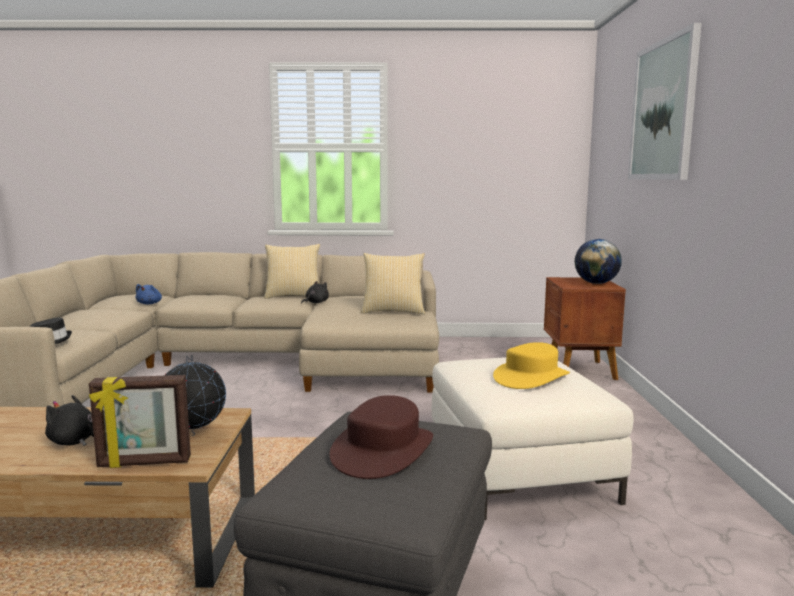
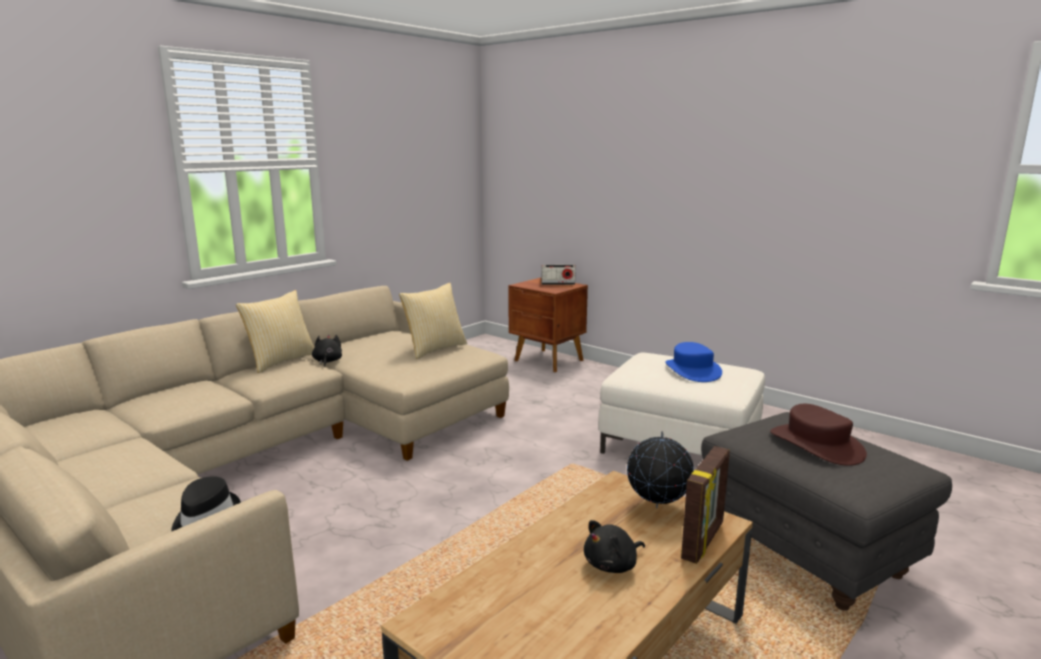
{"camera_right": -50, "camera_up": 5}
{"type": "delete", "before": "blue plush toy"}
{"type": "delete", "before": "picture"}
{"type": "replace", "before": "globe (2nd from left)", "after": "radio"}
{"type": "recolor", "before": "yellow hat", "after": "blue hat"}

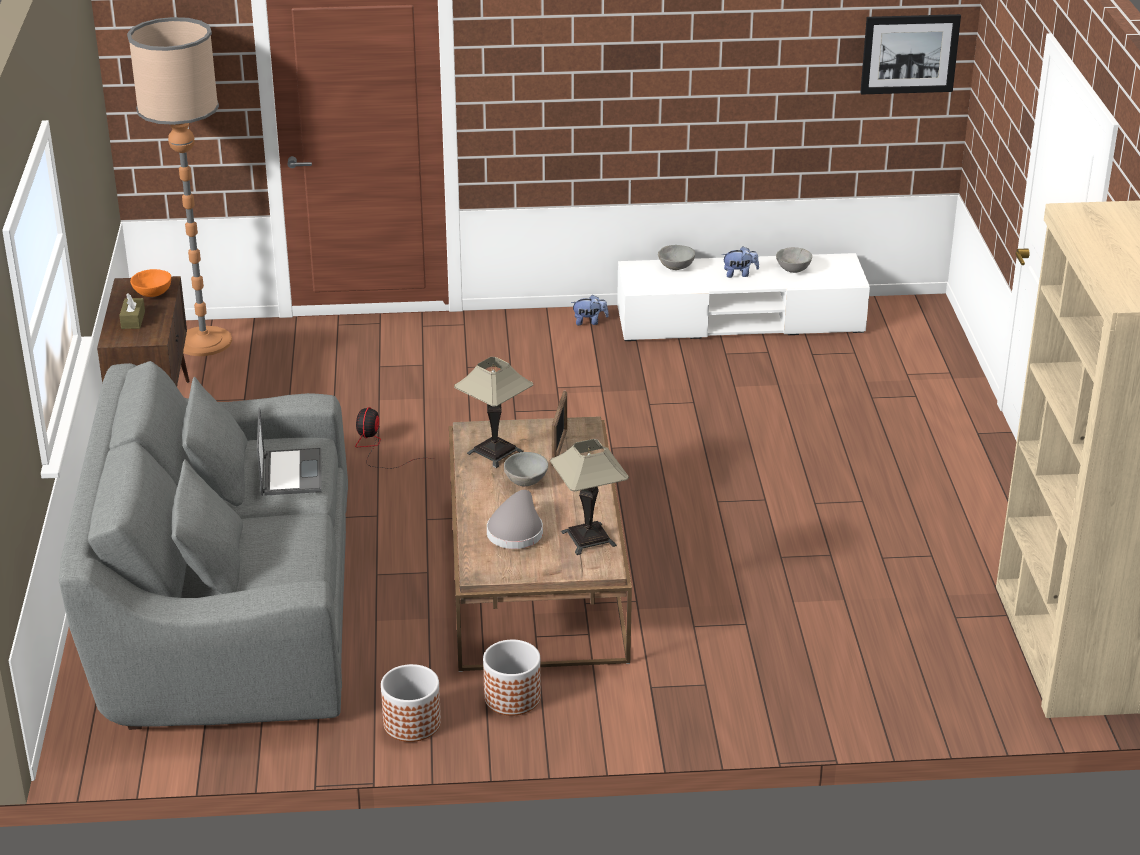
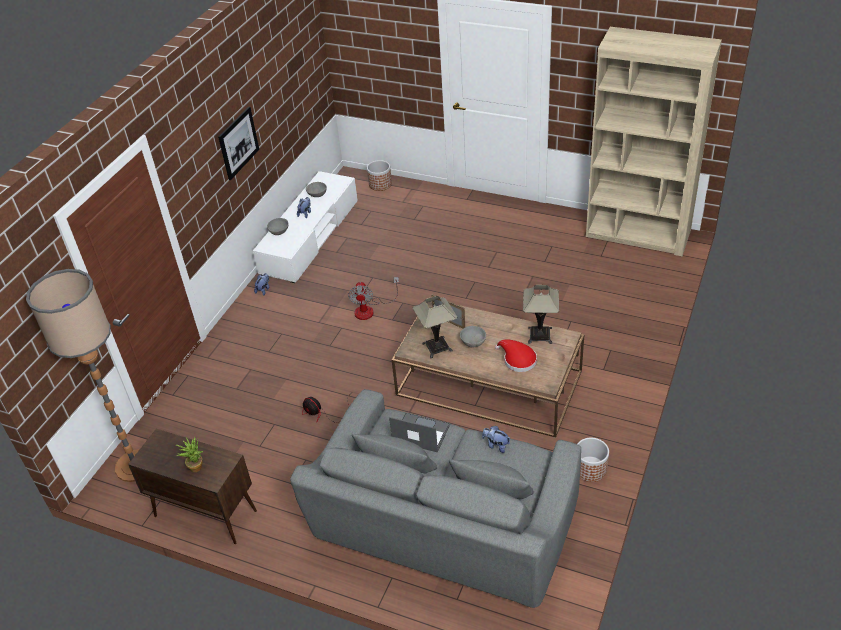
{"camera_right": -60, "camera_up": 10}
{"type": "delete", "before": "orange bowl"}
{"type": "insert", "after": "fan (2nd from left)"}
{"type": "insert", "after": "plush toy (3rd from left)"}
{"type": "move", "before": "planter (2nd from left in the first image)", "after": "planter (1st from left)"}
{"type": "move", "before": "picture"}
{"type": "replace", "before": "brown tissue box", "after": "potted plant"}
{"type": "recolor", "before": "grey hat", "after": "red hat"}

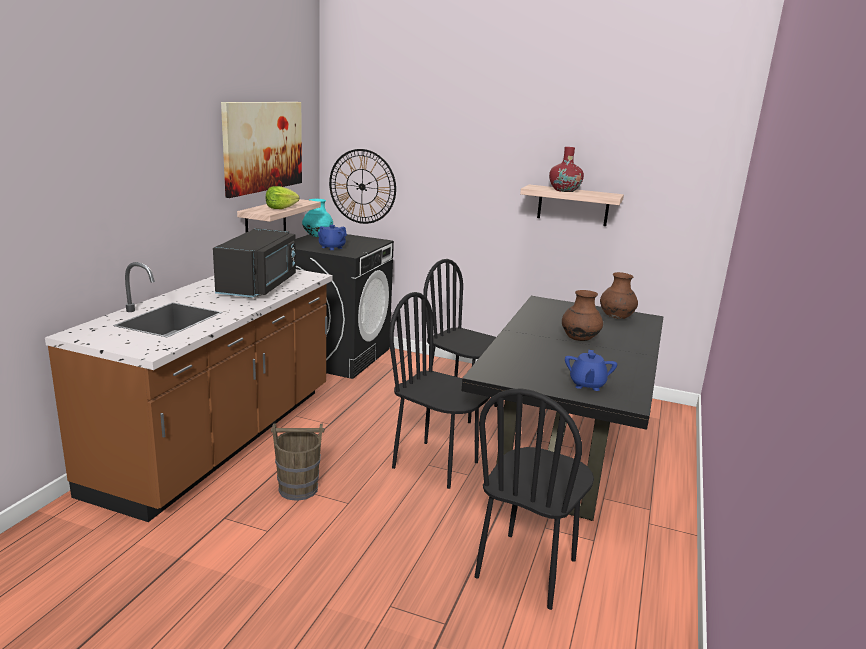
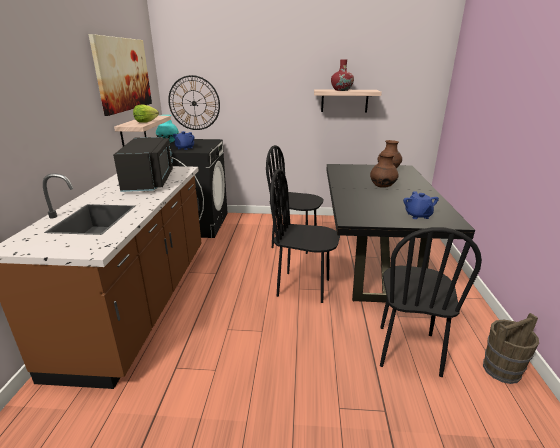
{"camera_right": -15, "camera_up": 5}
{"type": "move", "before": "brown bucket"}

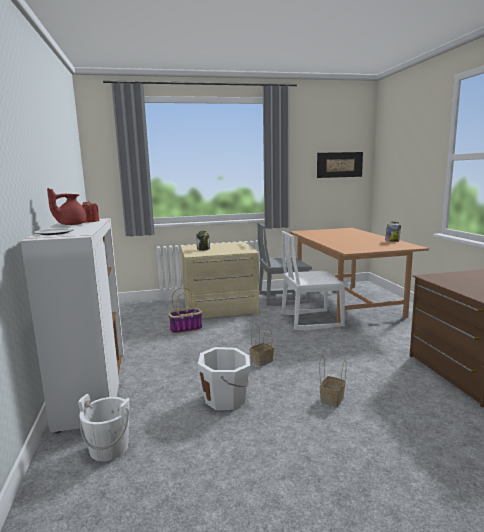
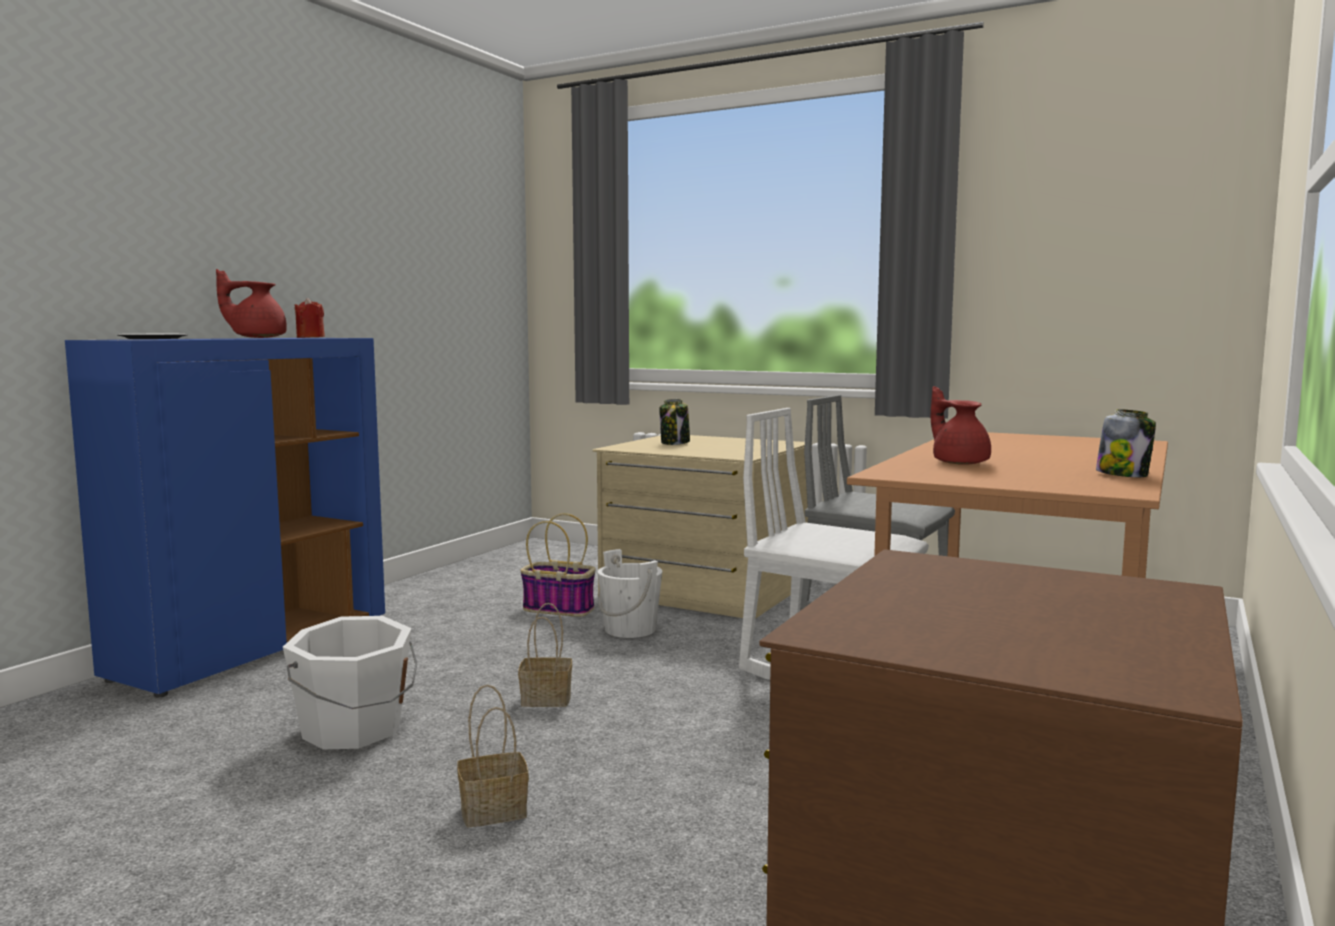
{"camera_right": 40, "camera_up": -5}
{"type": "delete", "before": "picture"}
{"type": "insert", "after": "red teapot (2nd from left)"}
{"type": "move", "before": "white bucket (1st from left in the first image)", "after": "white bucket (2nd from left)"}
{"type": "recolor", "before": "white cabinet", "after": "blue cabinet"}

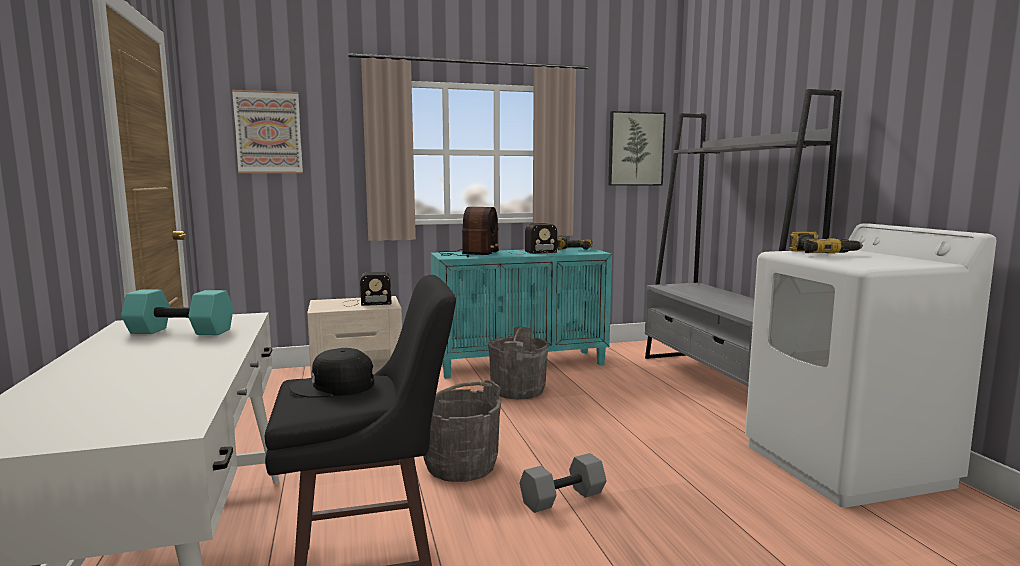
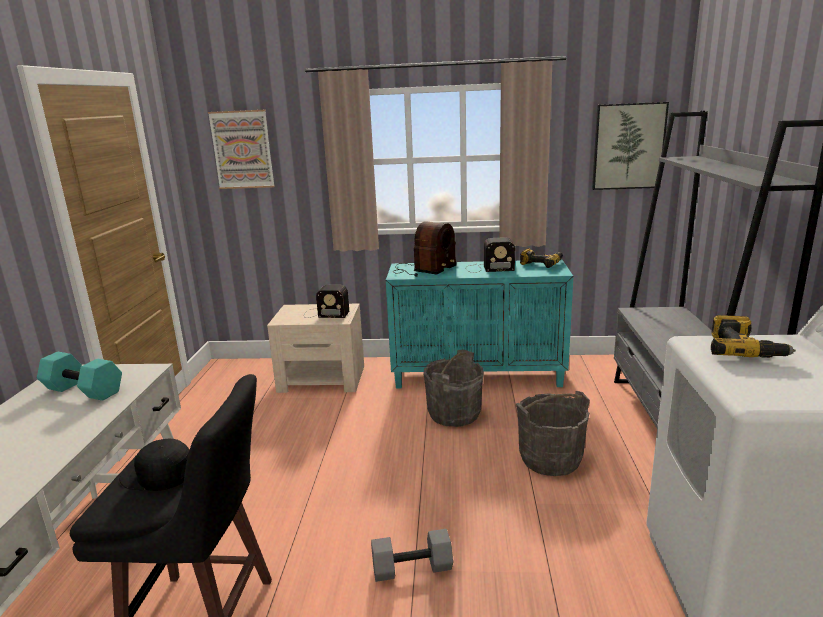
{"camera_right": 20, "camera_up": 10}
{"type": "move", "before": "grey bucket (1st from left in the first image)", "after": "grey bucket (2nd from left)"}

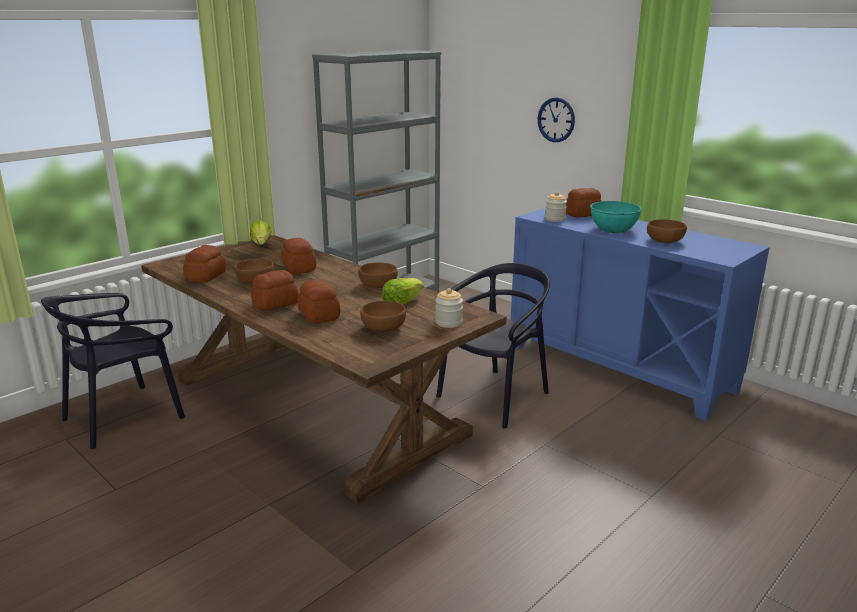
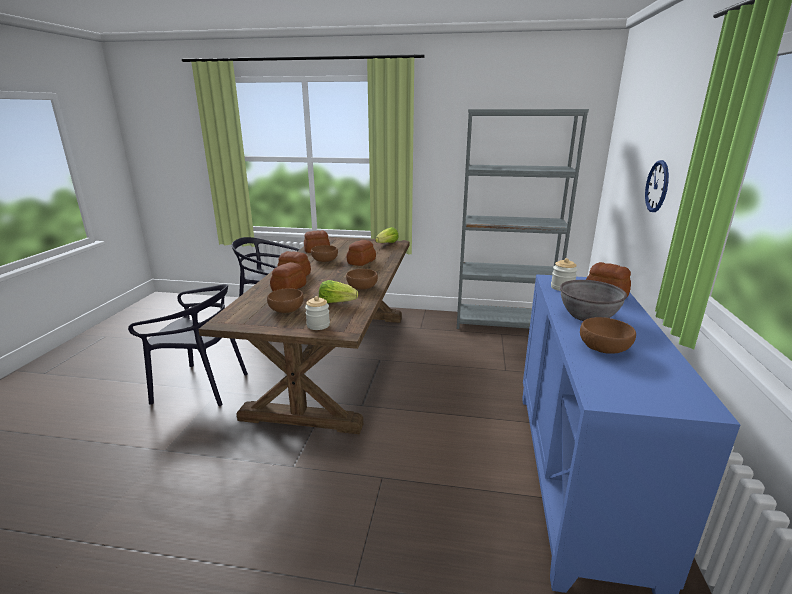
{"camera_right": 55, "camera_up": 0}
{"type": "move", "before": "black chair (2nd from left in the first image)", "after": "black chair (1st from left)"}
{"type": "recolor", "before": "turquoise bowl", "after": "grey bowl"}

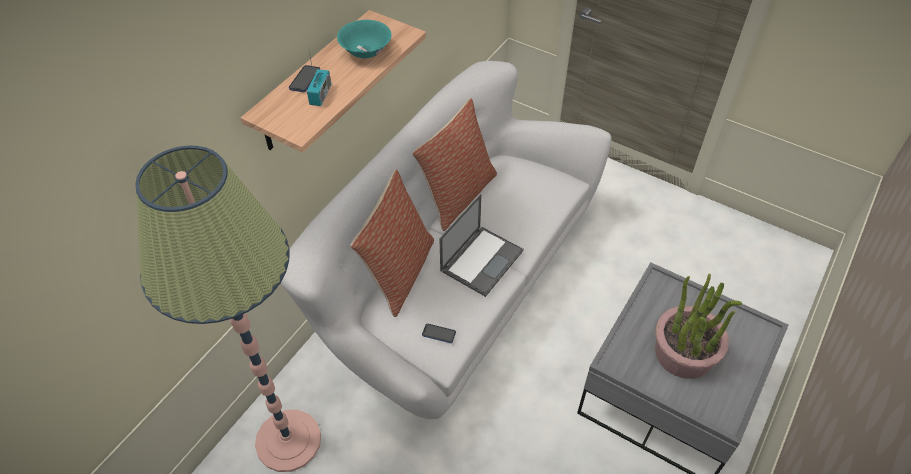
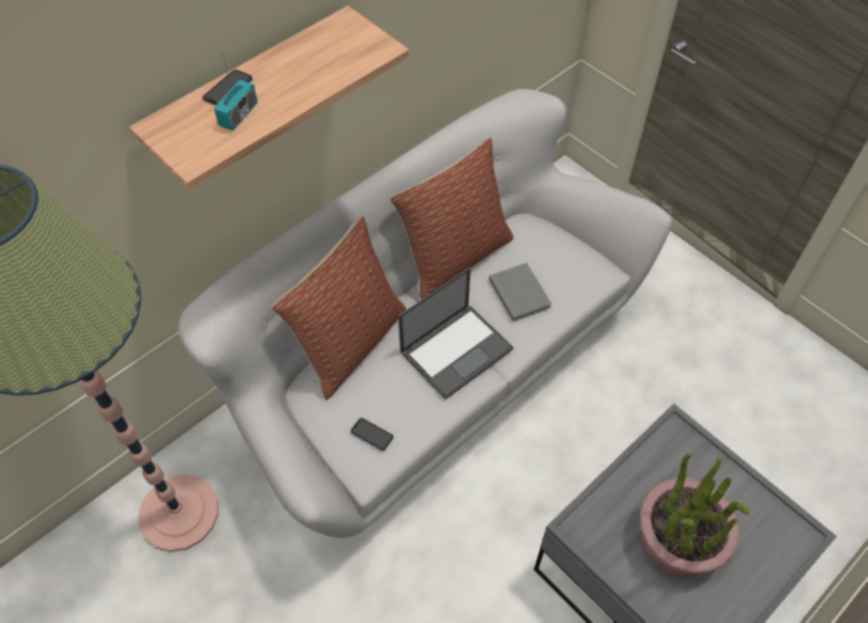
{"camera_right": 15, "camera_up": 5}
{"type": "delete", "before": "turquoise bowl"}
{"type": "insert", "after": "grey book"}

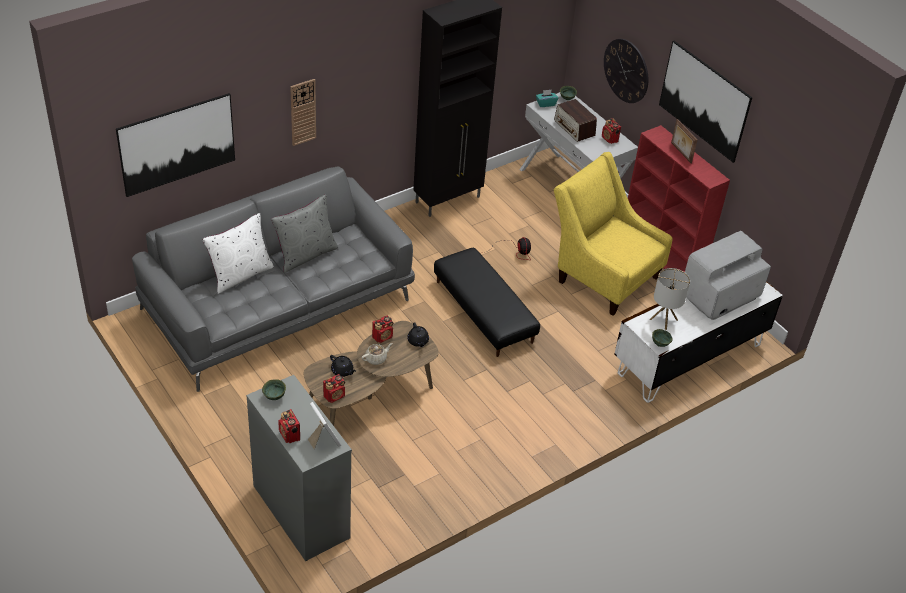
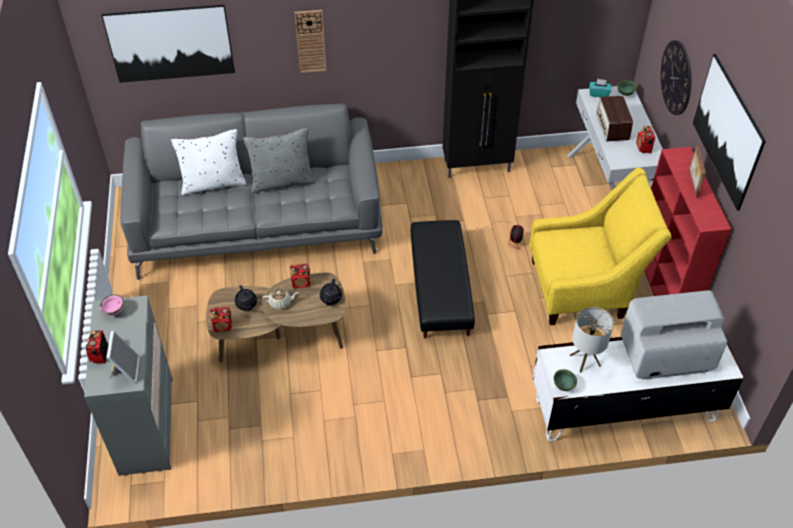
{"camera_right": 30, "camera_up": 5}
{"type": "recolor", "before": "green bowl (1st from left)", "after": "pink bowl"}
{"type": "rotate", "before": "yellow armchair", "turn": 105}

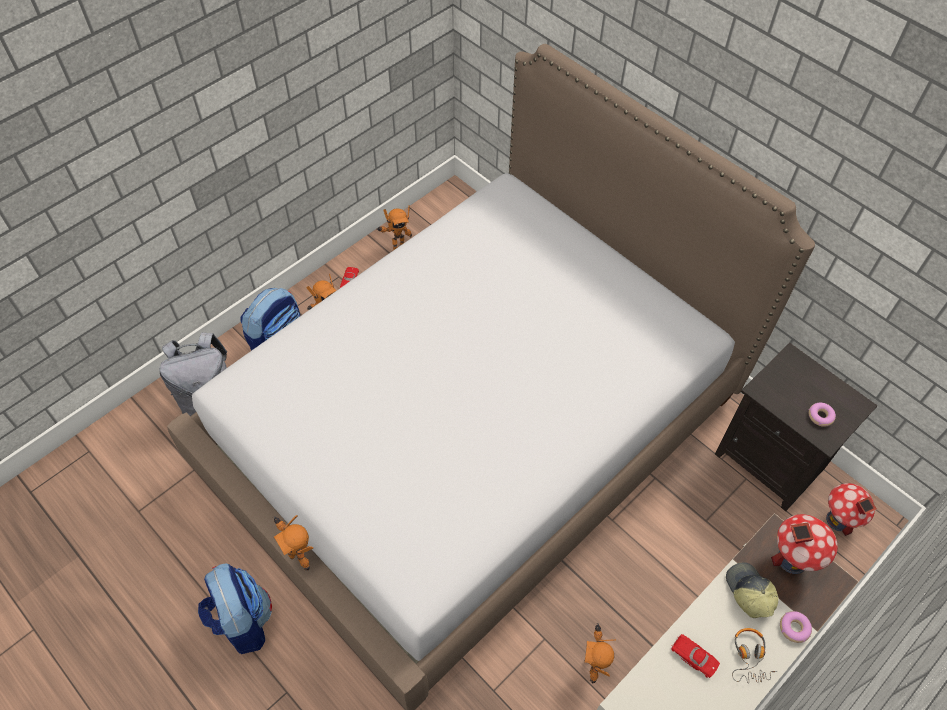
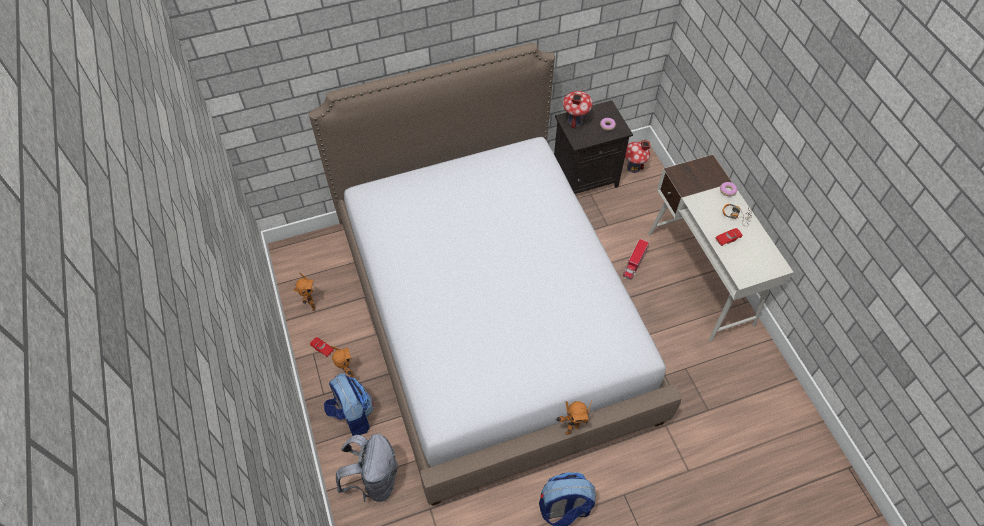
{"camera_right": -65, "camera_up": 0}
{"type": "delete", "before": "toy robot (4th from left)"}
{"type": "delete", "before": "cap"}
{"type": "insert", "after": "toy truck"}
{"type": "move", "before": "toy house (1st from left)"}

